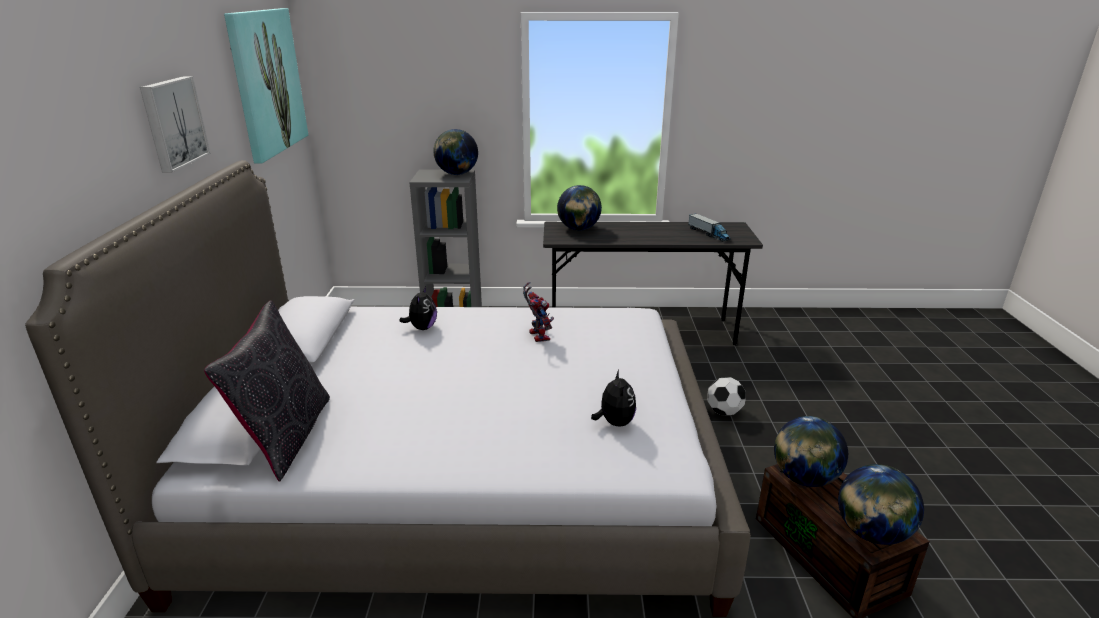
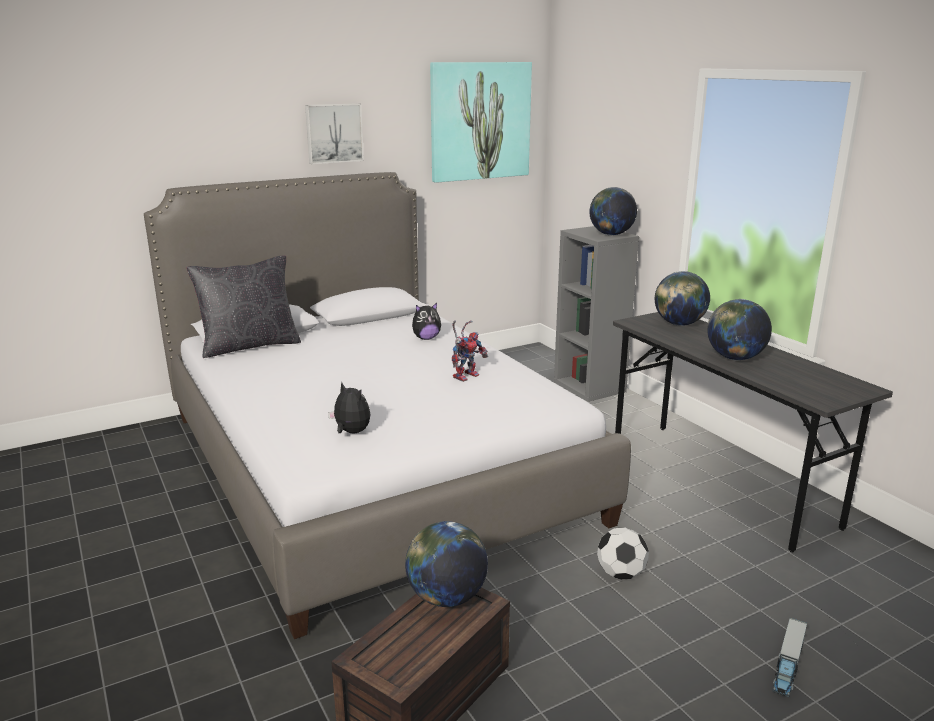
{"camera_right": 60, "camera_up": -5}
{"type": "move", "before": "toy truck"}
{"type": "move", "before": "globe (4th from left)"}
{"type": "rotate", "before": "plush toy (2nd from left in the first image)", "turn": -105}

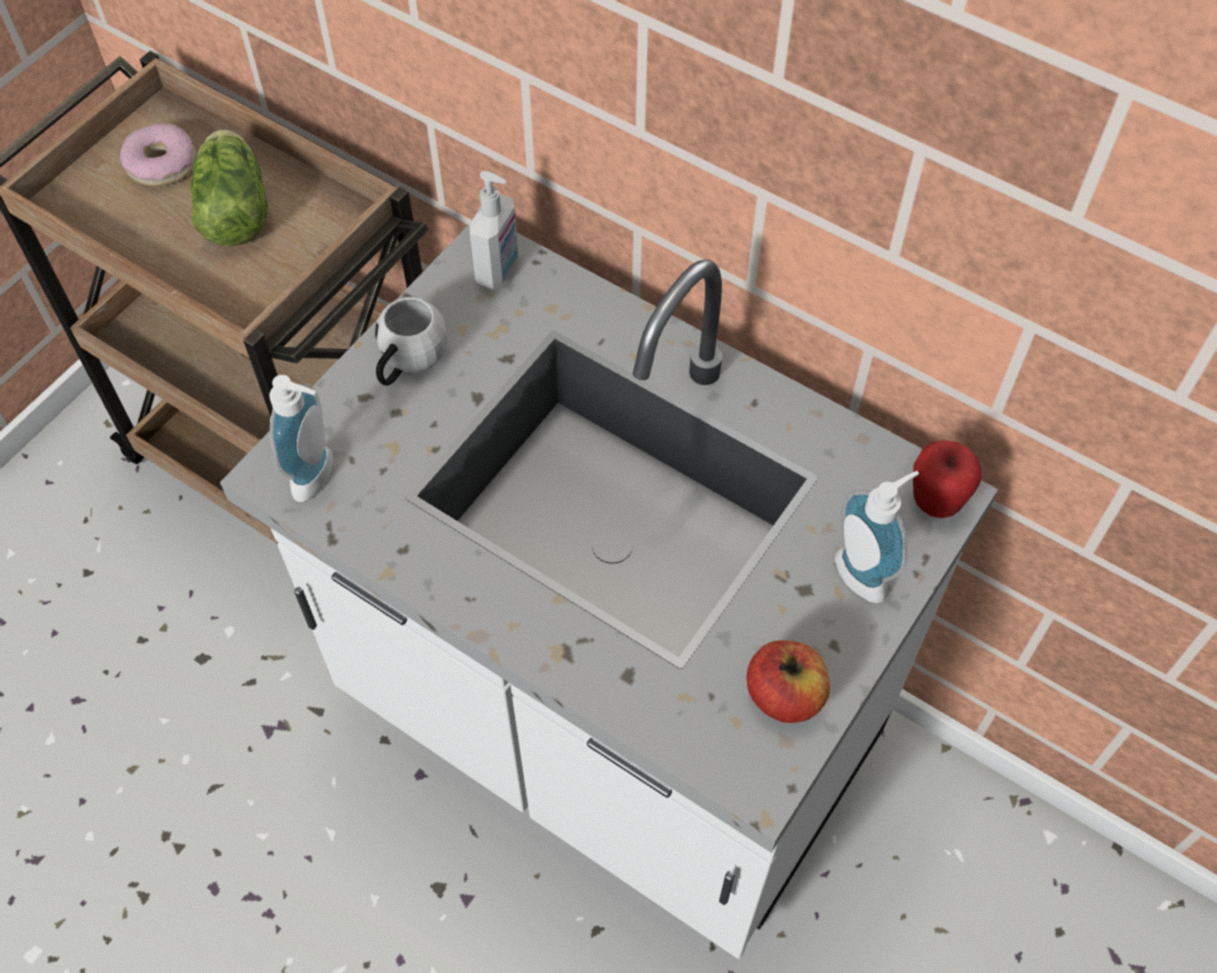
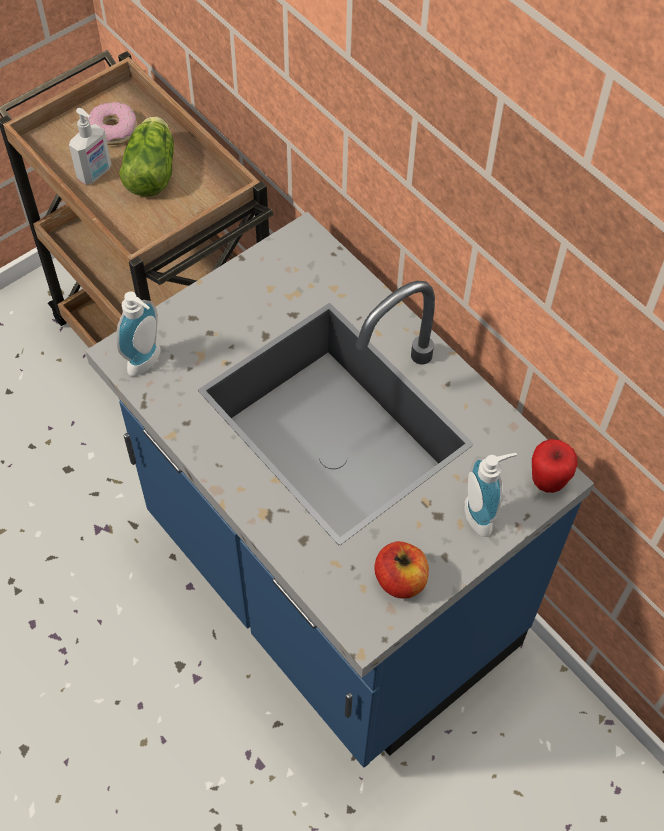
{"camera_right": 15, "camera_up": 0}
{"type": "delete", "before": "white mug"}
{"type": "move", "before": "soap dispenser (2nd from left in the first image)", "after": "soap dispenser (1st from left)"}
{"type": "recolor", "before": "white counter", "after": "blue counter"}

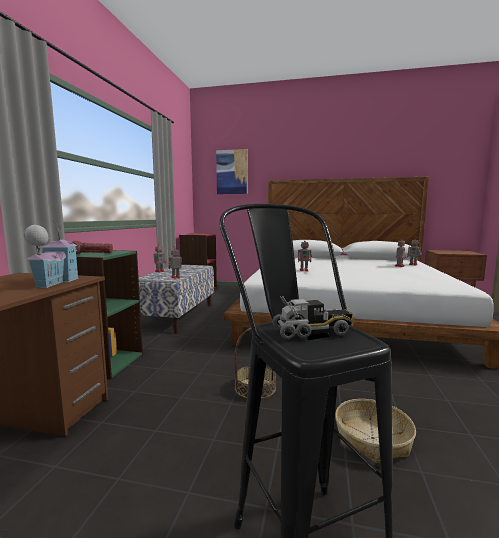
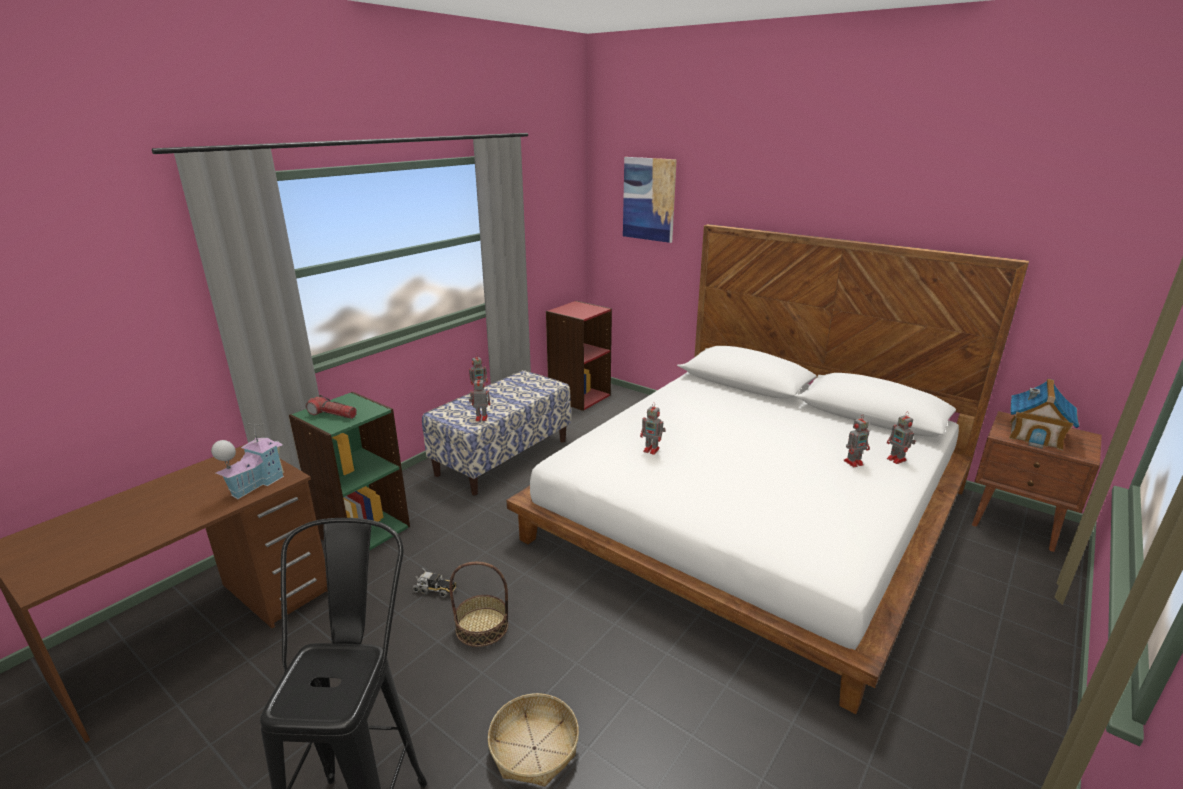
{"camera_right": 25, "camera_up": 15}
{"type": "insert", "after": "toy house (2nd from left)"}
{"type": "move", "before": "toy truck"}

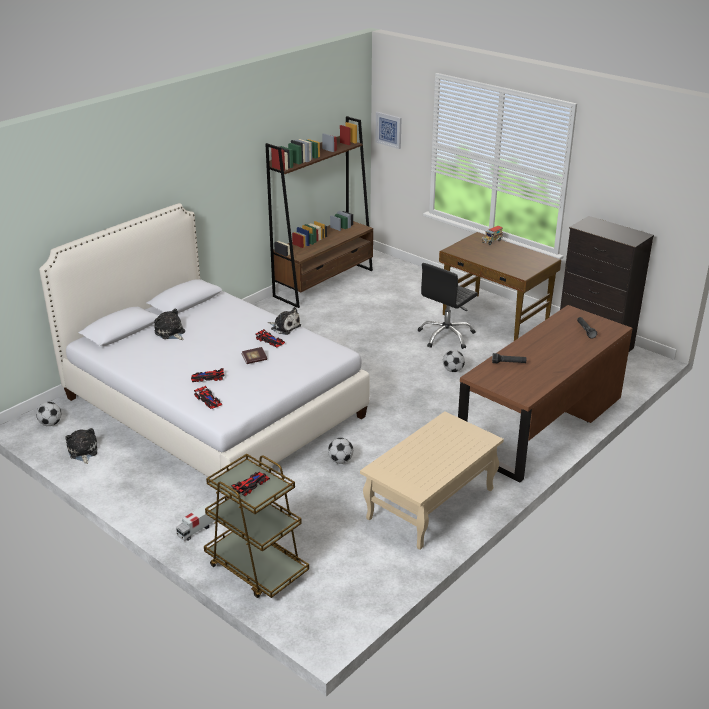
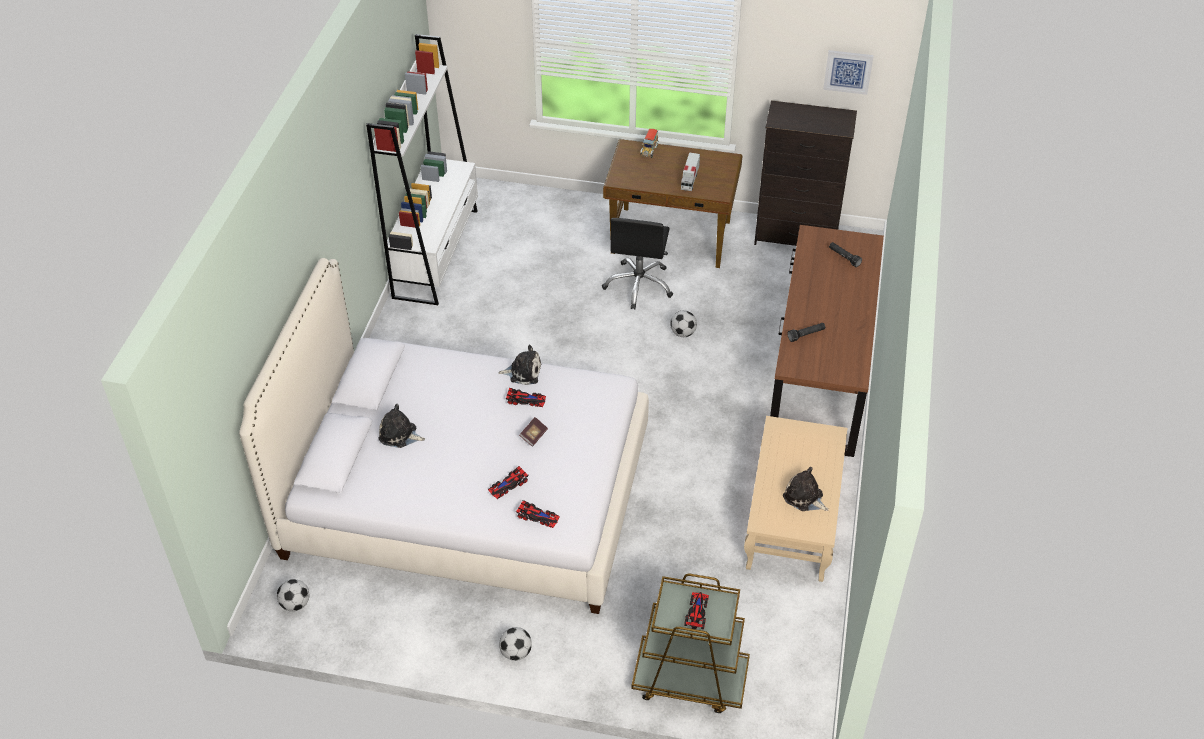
{"camera_right": -30, "camera_up": 15}
{"type": "move", "before": "plush toy (1st from left in the first image)", "after": "plush toy (3rd from left)"}
{"type": "move", "before": "toy truck (1st from left in the first image)", "after": "toy truck (2nd from left)"}
{"type": "move", "before": "football (2nd from left)"}
{"type": "move", "before": "picture"}
{"type": "recolor", "before": "brown bookcase", "after": "white bookcase"}

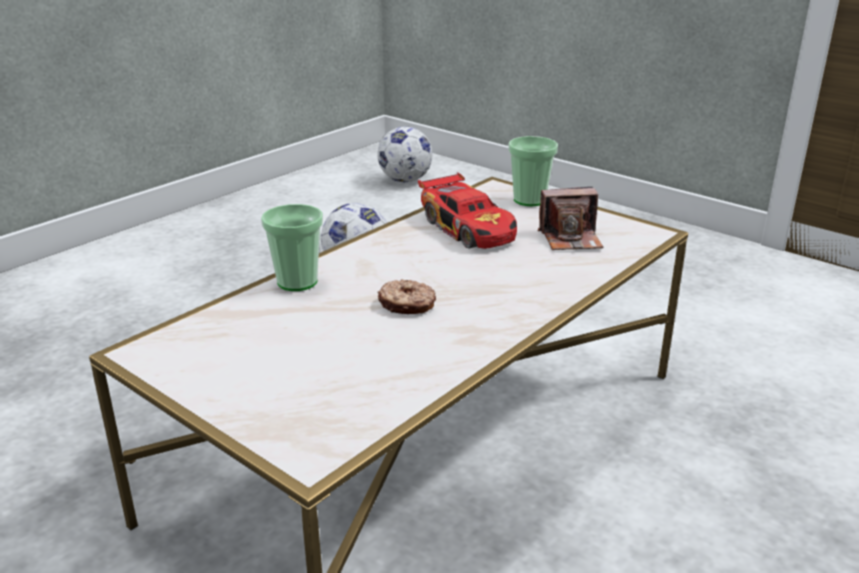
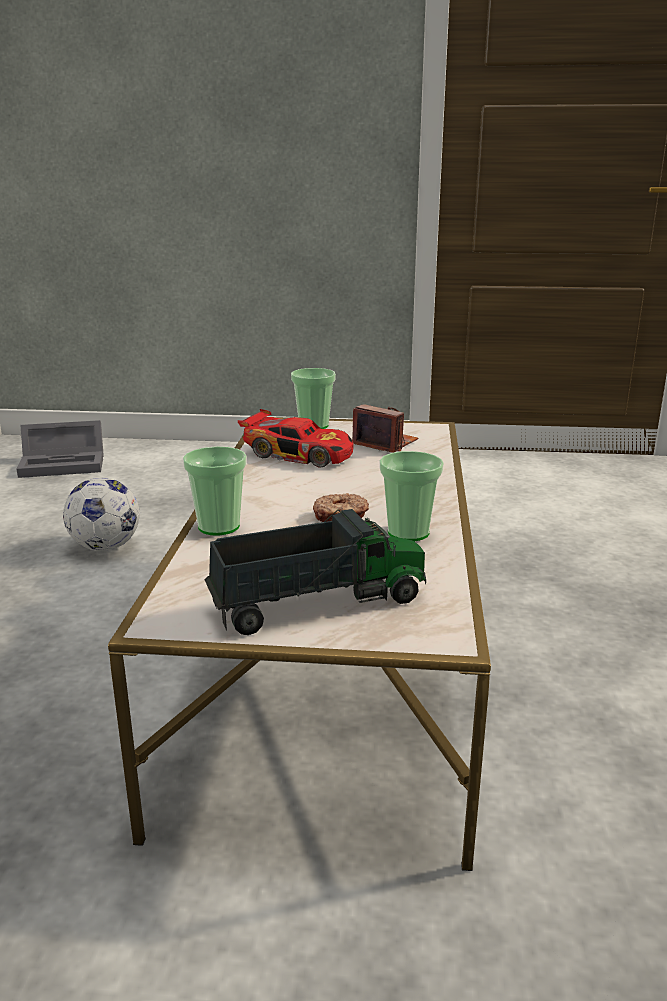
{"camera_right": -35, "camera_up": -5}
{"type": "insert", "after": "toy truck"}
{"type": "insert", "after": "cup (3rd from left)"}
{"type": "replace", "before": "football (2nd from left)", "after": "grey storage box"}
{"type": "rotate", "before": "photo camera", "turn": -105}

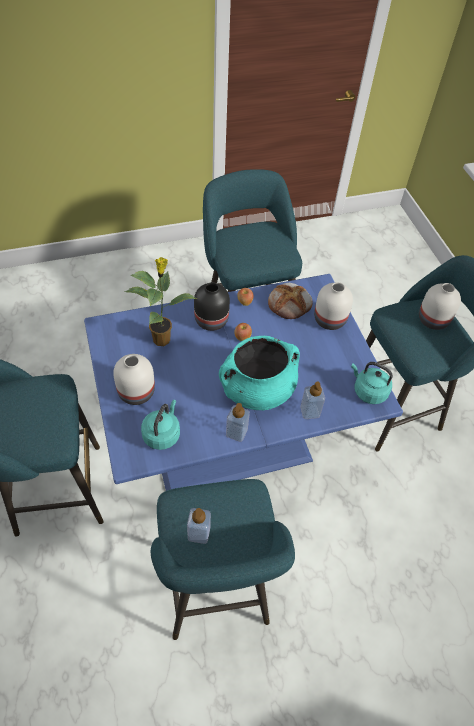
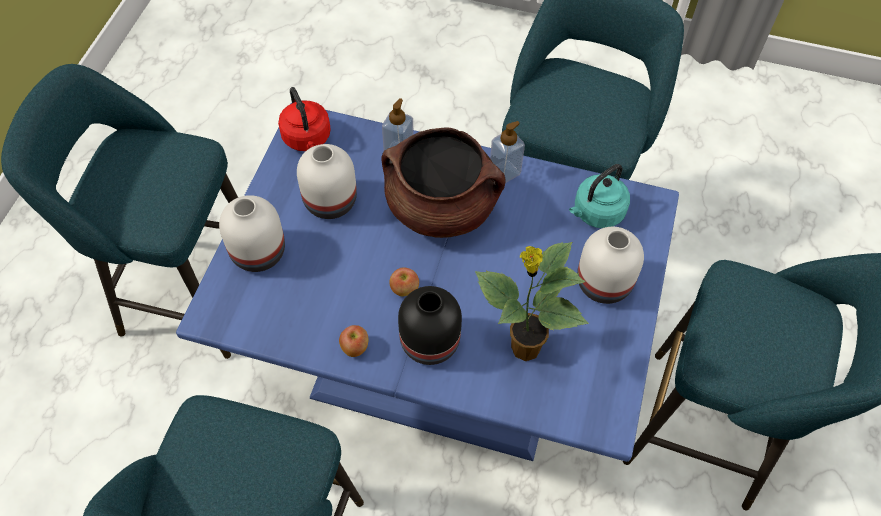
{"camera_right": -145, "camera_up": 5}
{"type": "delete", "before": "soap dispenser (1st from left)"}
{"type": "delete", "before": "bread"}
{"type": "move", "before": "white vase (3rd from left in the first image)", "after": "white vase (2nd from left)"}
{"type": "recolor", "before": "turquoise cooking pot", "after": "brown cooking pot"}
{"type": "recolor", "before": "turquoise kettle (2nd from left)", "after": "red kettle"}

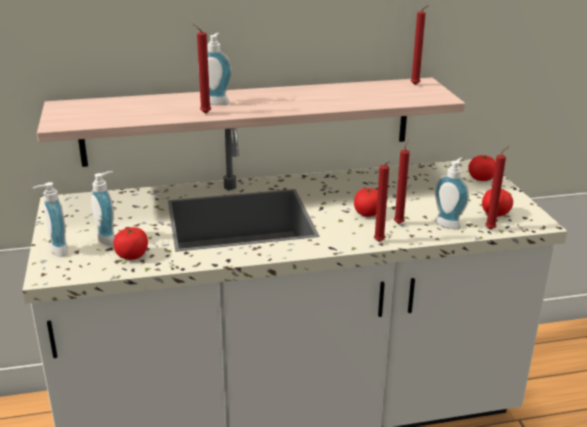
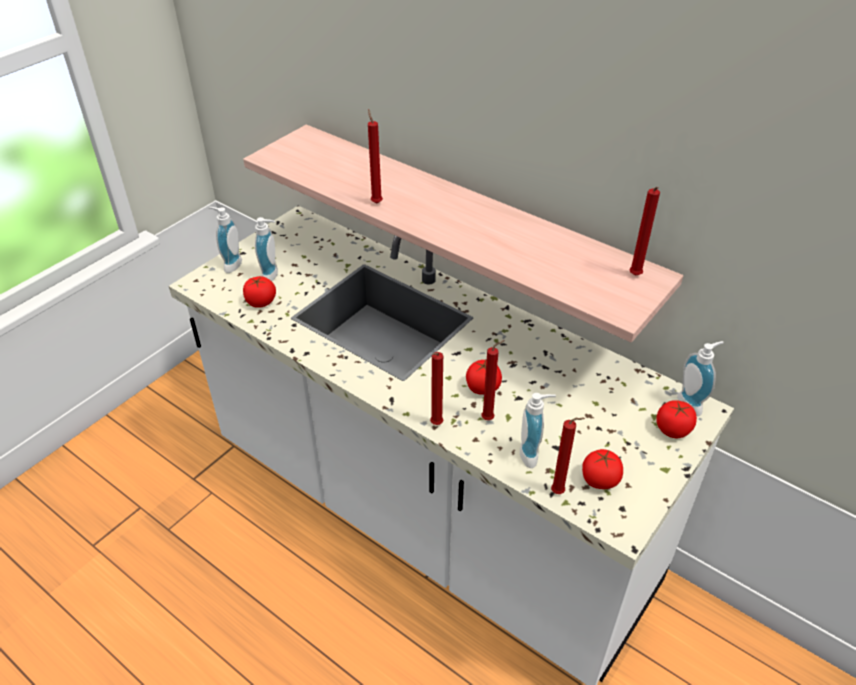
{"camera_right": 50, "camera_up": 15}
{"type": "move", "before": "soap dispenser (3rd from left in the first image)", "after": "soap dispenser (4th from left)"}

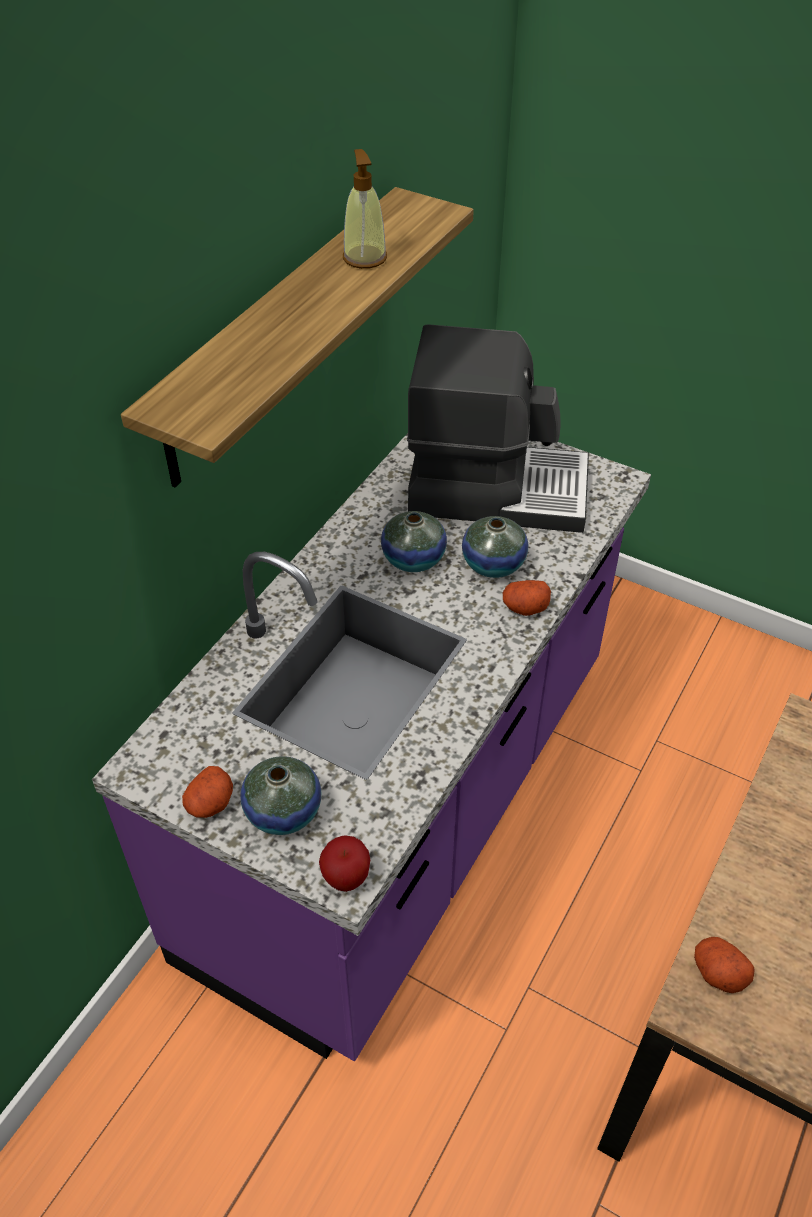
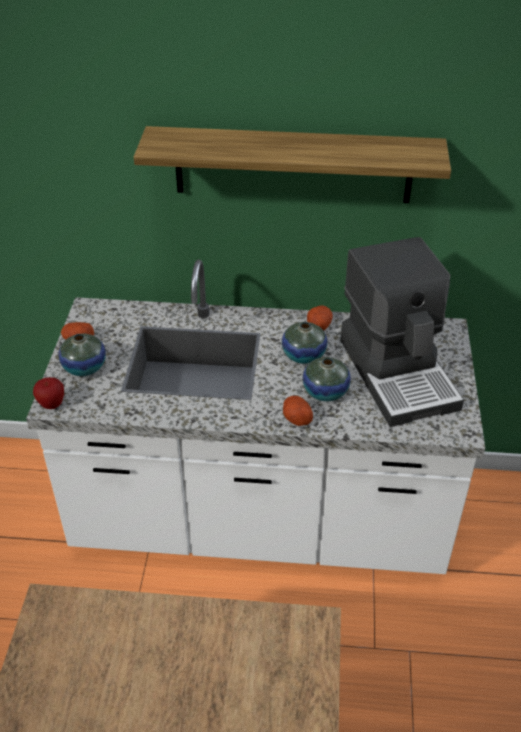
{"camera_right": 65, "camera_up": -5}
{"type": "delete", "before": "soap dispenser"}
{"type": "move", "before": "potato (3rd from left)"}
{"type": "recolor", "before": "purple counter", "after": "white counter"}

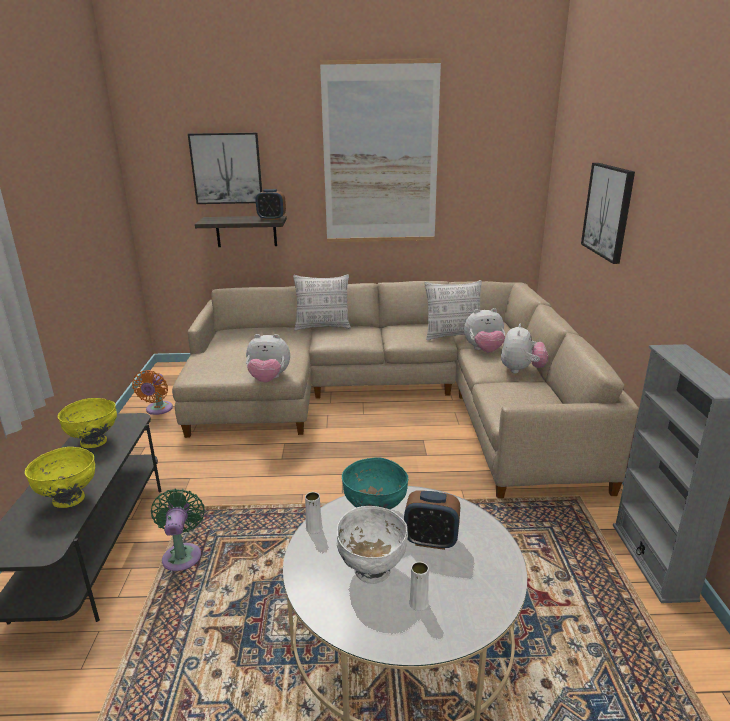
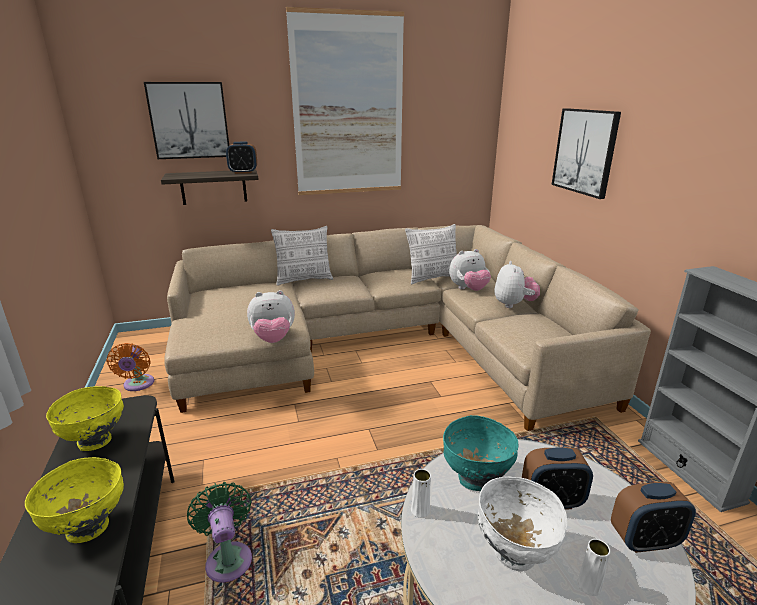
{"camera_right": -15, "camera_up": 0}
{"type": "insert", "after": "alarm clock (3rd from left)"}

